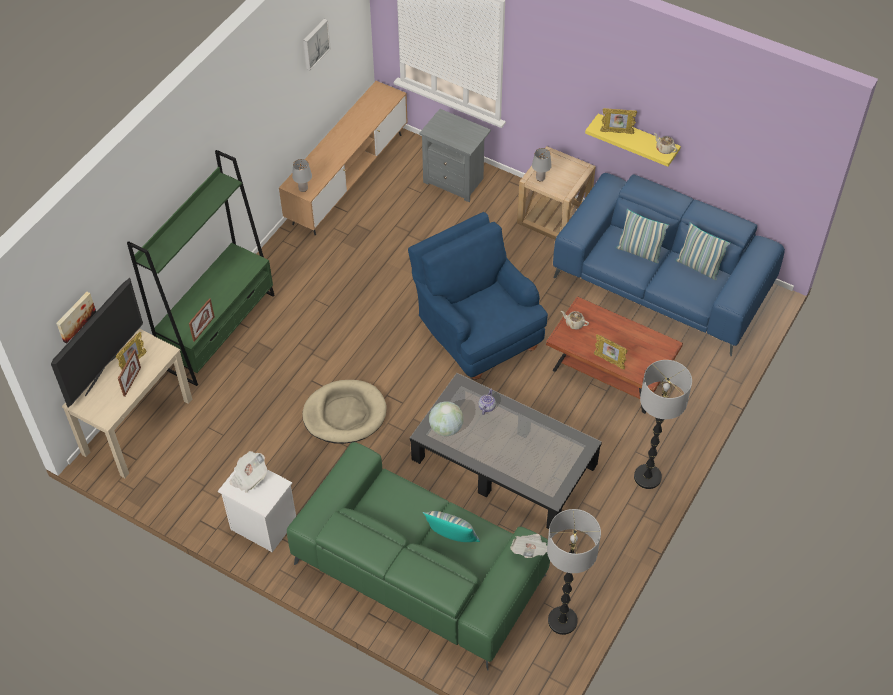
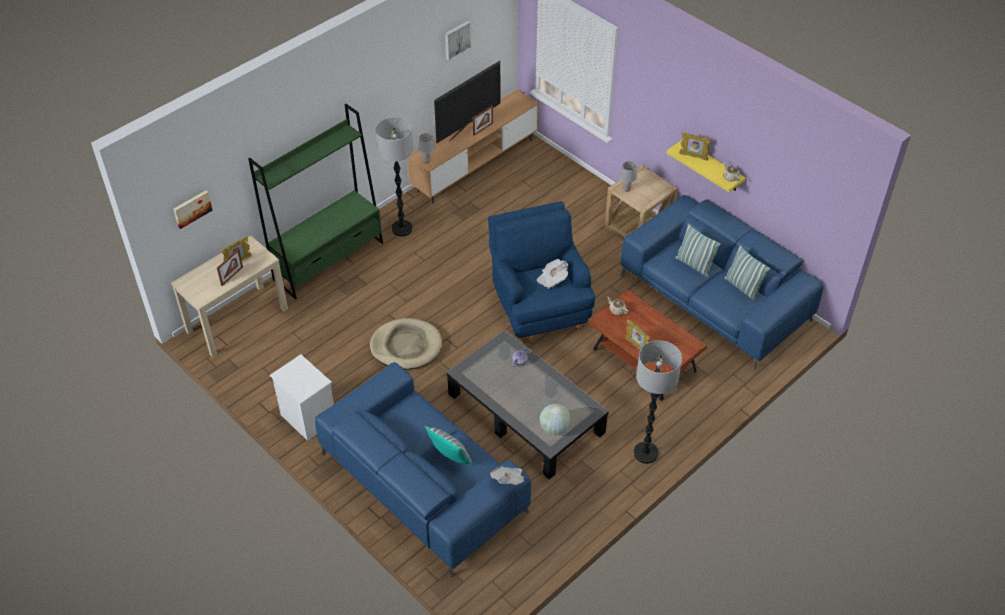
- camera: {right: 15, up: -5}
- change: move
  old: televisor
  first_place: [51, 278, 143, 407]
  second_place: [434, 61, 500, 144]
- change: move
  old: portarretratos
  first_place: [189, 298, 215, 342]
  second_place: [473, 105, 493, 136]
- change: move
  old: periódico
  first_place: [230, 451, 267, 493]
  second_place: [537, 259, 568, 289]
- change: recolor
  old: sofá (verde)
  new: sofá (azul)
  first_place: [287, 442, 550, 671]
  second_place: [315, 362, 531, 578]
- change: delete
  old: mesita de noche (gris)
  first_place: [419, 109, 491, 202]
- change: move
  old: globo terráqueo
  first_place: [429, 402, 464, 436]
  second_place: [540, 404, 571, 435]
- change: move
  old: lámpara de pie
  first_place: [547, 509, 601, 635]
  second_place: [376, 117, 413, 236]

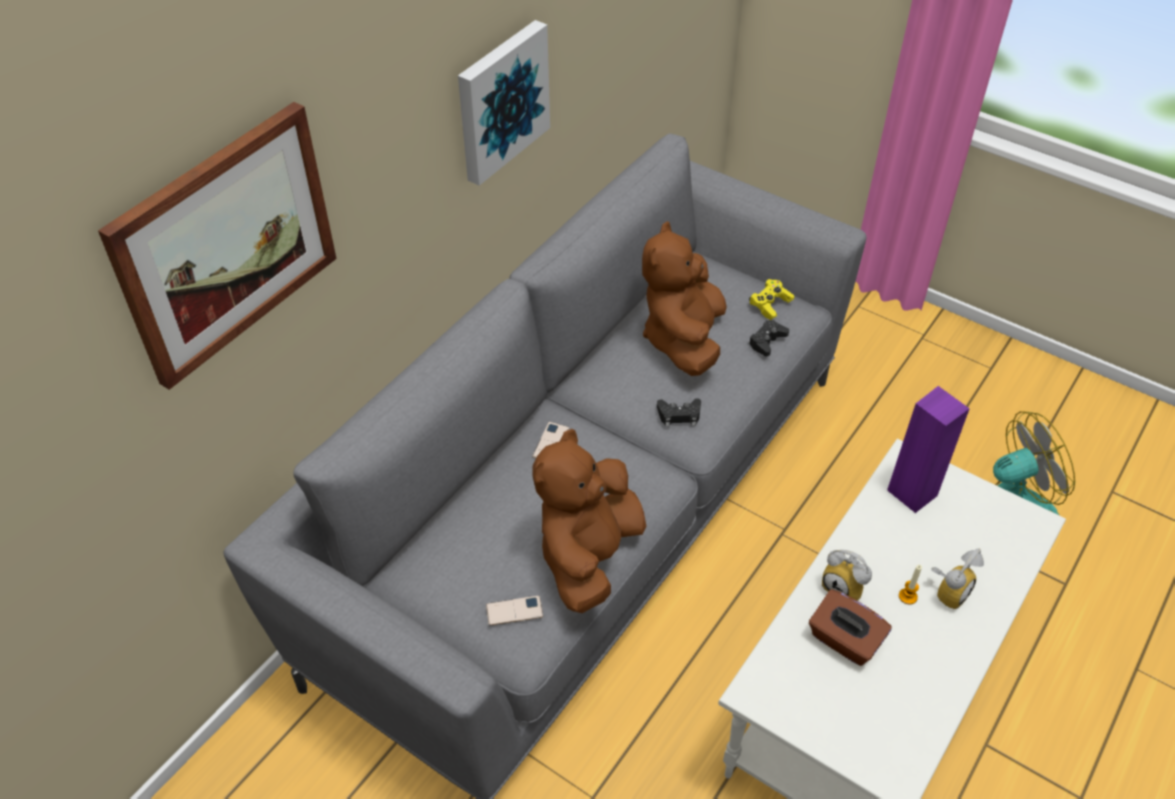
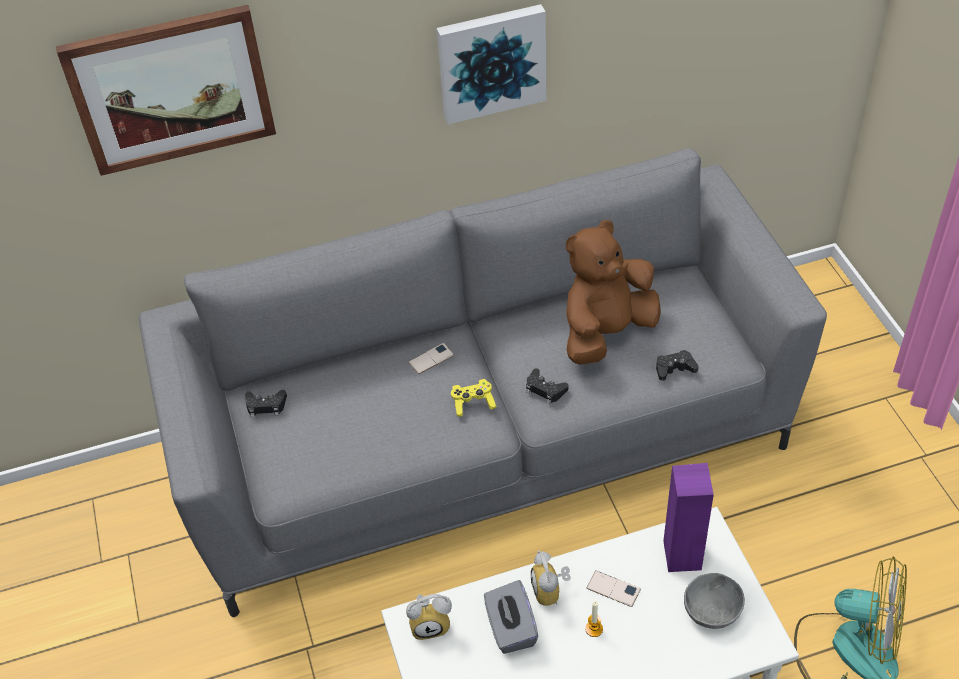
- camera: {right: 40, up: 0}
- change: move
  old: móvil
  first_place: [486, 596, 543, 626]
  second_place: [586, 570, 641, 607]
- change: delete
  old: peluche (marrón)
  first_place: [532, 429, 646, 613]
- change: move
  old: mando de consola (amarillo)
  first_place: [749, 279, 795, 320]
  second_place: [451, 379, 496, 417]
- change: recolor
  old: caja de pañuelos (marrón)
  new: caja de pañuelos (gris)
  first_place: [809, 589, 892, 666]
  second_place: [484, 580, 538, 654]
- change: move
  old: despertador
  first_place: [931, 548, 984, 610]
  second_place: [406, 594, 452, 640]
- change: insert
  new: mando de consola (negro)
  second_place: [245, 390, 287, 417]
- change: insert
  new: cuenco (gris)
  second_place: [684, 573, 745, 629]

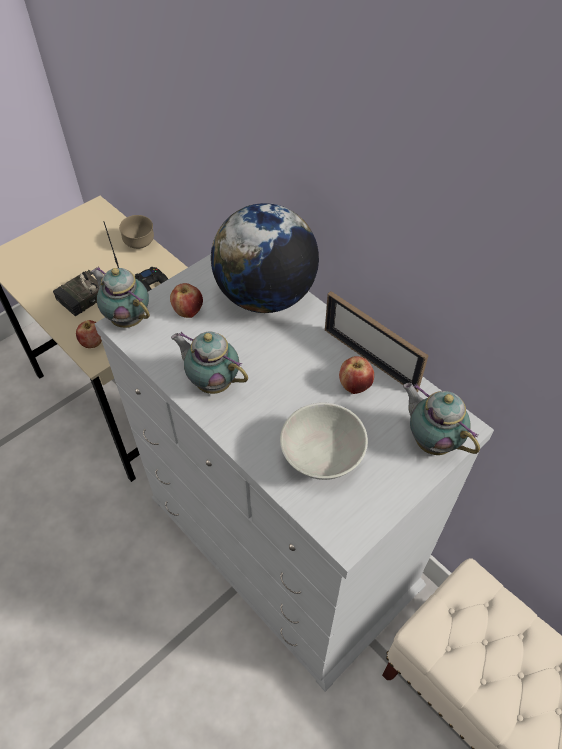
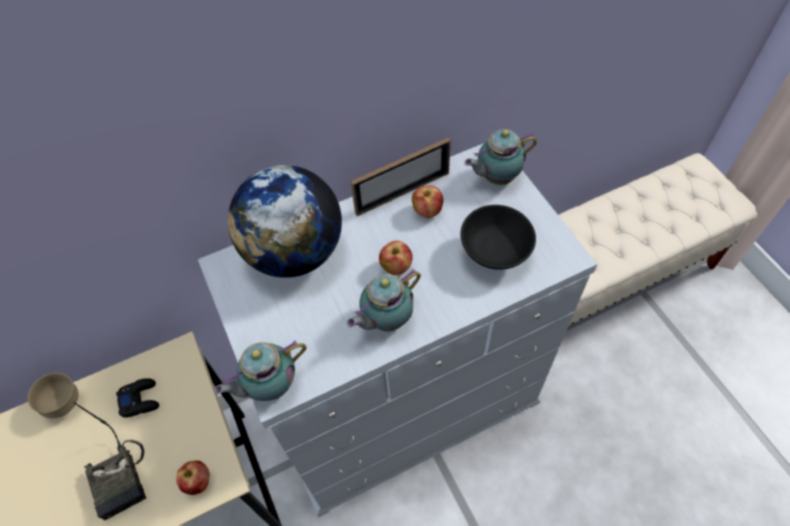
- camera: {right: -70, up: 5}
- change: move
  old: manzana
  first_place: [170, 283, 203, 318]
  second_place: [379, 241, 413, 275]
- change: recolor
  old: cuenco (blanco)
  new: cuenco (negro)
  first_place: [280, 402, 368, 480]
  second_place: [460, 205, 536, 270]

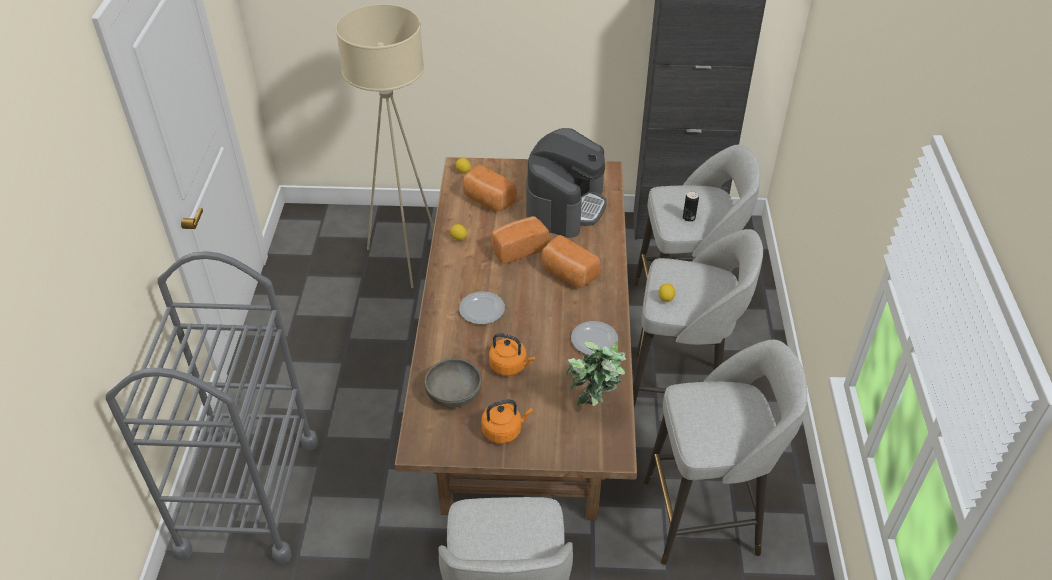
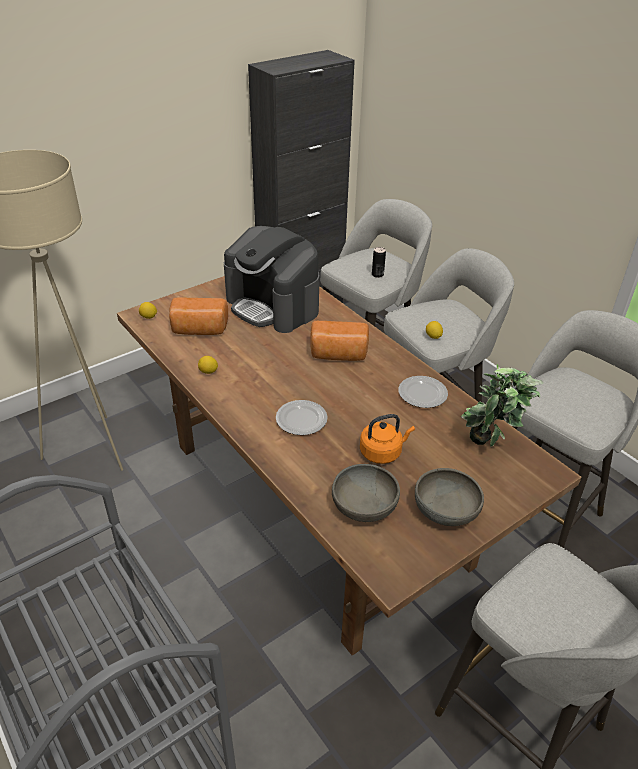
- camera: {right: -40, up: -5}
- change: replace
  old: hervidor (naranja)
  new: cuenco (gris)
  first_place: [481, 399, 533, 444]
  second_place: [415, 468, 484, 526]
- change: delete
  old: pan
  first_place: [491, 216, 550, 264]
- change: rotate
  old: cafetera
  first_place: [526, 128, 607, 238]
  second_place: [224, 226, 320, 333]
  degrees: 150

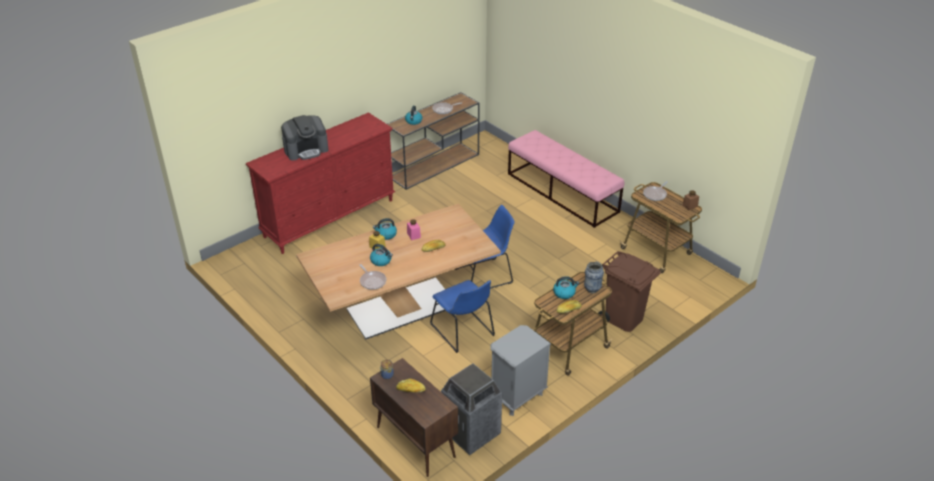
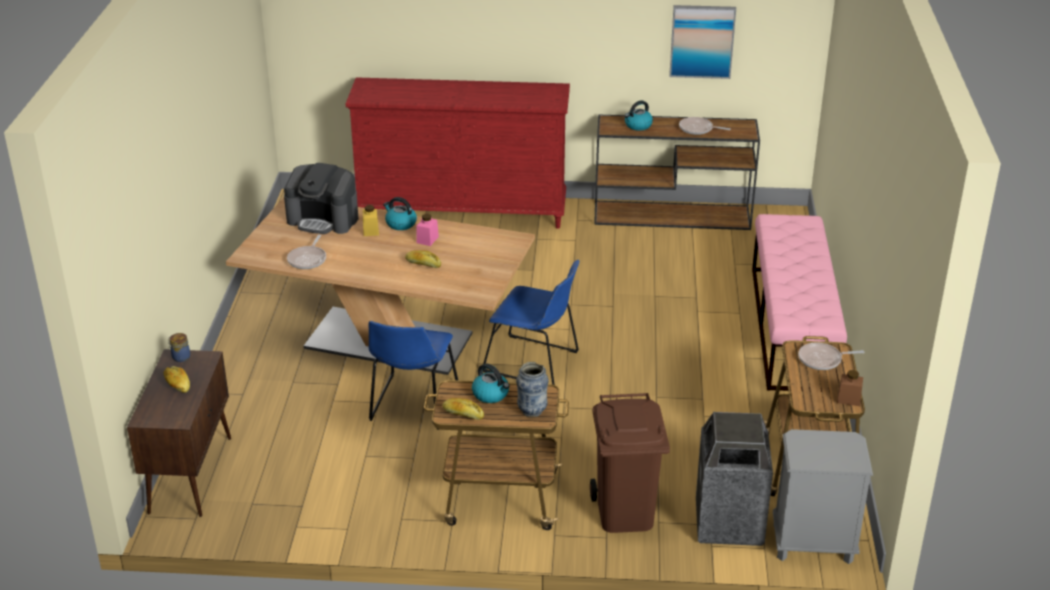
- camera: {right: 45, up: -5}
- change: move
  old: cafetera
  first_place: [281, 115, 328, 161]
  second_place: [284, 163, 359, 234]
- change: delete
  old: hervidor
  first_place: [370, 244, 393, 266]
- change: move
  old: papelera
  first_place: [441, 363, 502, 455]
  second_place: [696, 412, 773, 546]
- change: move
  old: mesita de noche (gris)
  first_place: [490, 325, 551, 416]
  second_place: [773, 429, 873, 564]
- change: insert
  new: cuadro
  second_place: [669, 5, 736, 79]

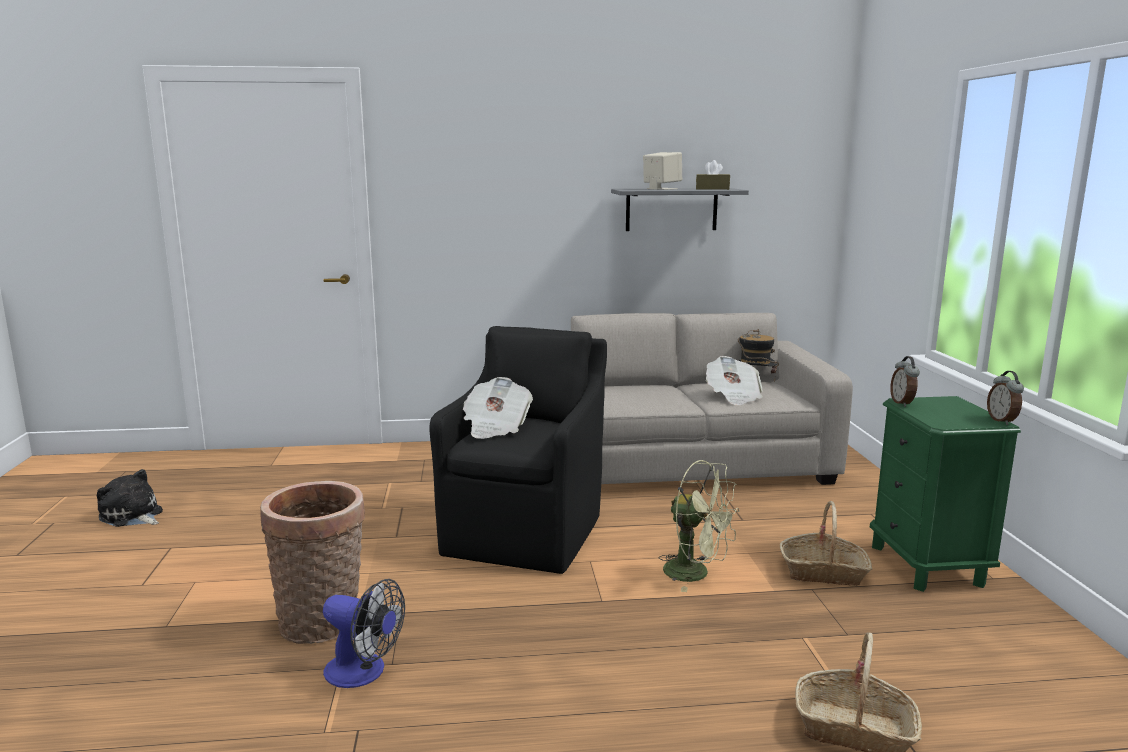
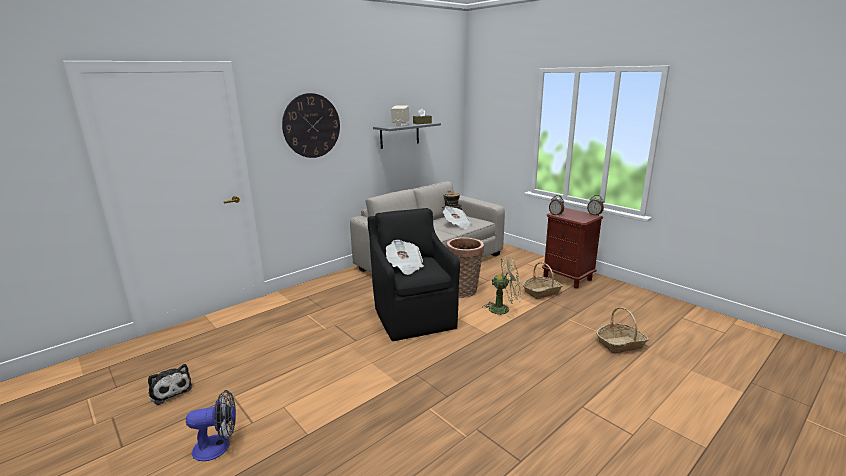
- camera: {right: -35, up: 5}
- change: rotate
  old: peluche
  first_place: [97, 469, 163, 527]
  second_place: [148, 364, 192, 405]
  degrees: -135
- change: move
  old: cesta
  first_place: [260, 481, 365, 644]
  second_place: [446, 237, 484, 298]
- change: move
  old: ventilador
  first_place: [323, 579, 405, 688]
  second_place: [186, 390, 236, 461]
- change: recolor
  old: mesita de noche (verde)
  new: mesita de noche (marrón)
  first_place: [870, 396, 1021, 592]
  second_place: [542, 208, 603, 288]
- change: insert
  new: reloj de pared
  second_place: [282, 93, 340, 158]

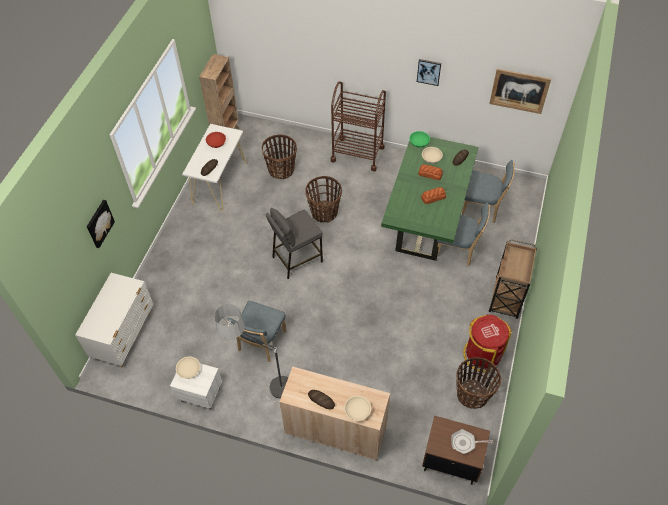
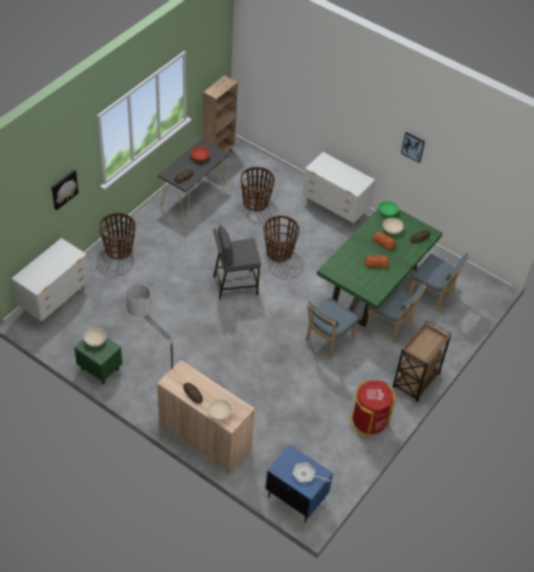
- camera: {right: 15, up: -5}
- change: recolor
  old: mesita de noche (blanco)
  new: mesita de noche (verde)
  first_place: [170, 363, 222, 410]
  second_place: [74, 337, 122, 384]
- change: recolor
  old: mesa consola (blanco)
  new: mesa consola (negro)
  first_place: [182, 124, 247, 211]
  second_place: [158, 139, 229, 222]
- change: move
  old: silla (azul)
  first_place: [227, 301, 286, 362]
  second_place: [306, 298, 359, 359]
- change: replace
  old: carrito (marrón)
  new: cómoda (blanco)
  first_place: [331, 82, 386, 171]
  second_place: [302, 152, 375, 228]
- change: recolor
  old: mesita de noche (marrón)
  new: mesita de noche (azul)
  first_place: [422, 415, 490, 485]
  second_place: [265, 444, 333, 523]
- change: move
  old: cesta
  first_place: [456, 357, 501, 409]
  second_place: [99, 213, 136, 260]
- change: delete
  old: cuadro
  first_place: [489, 69, 551, 114]

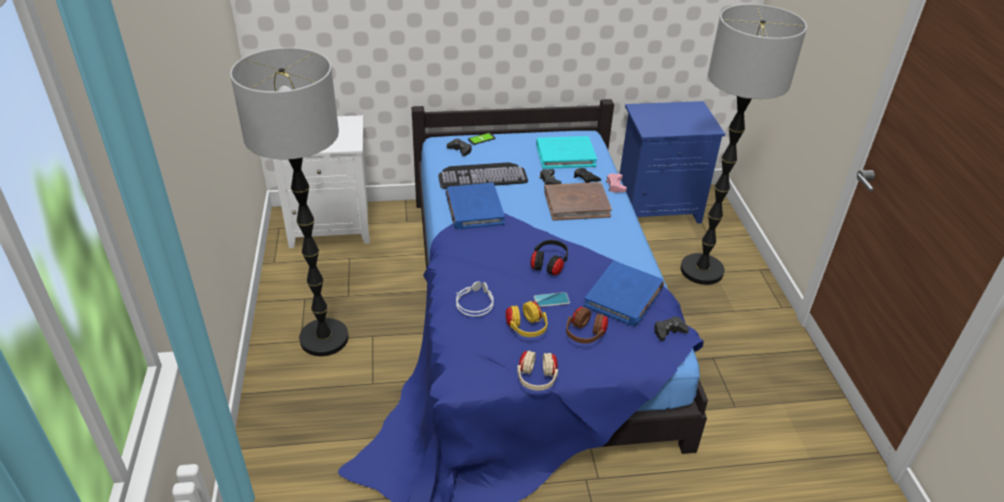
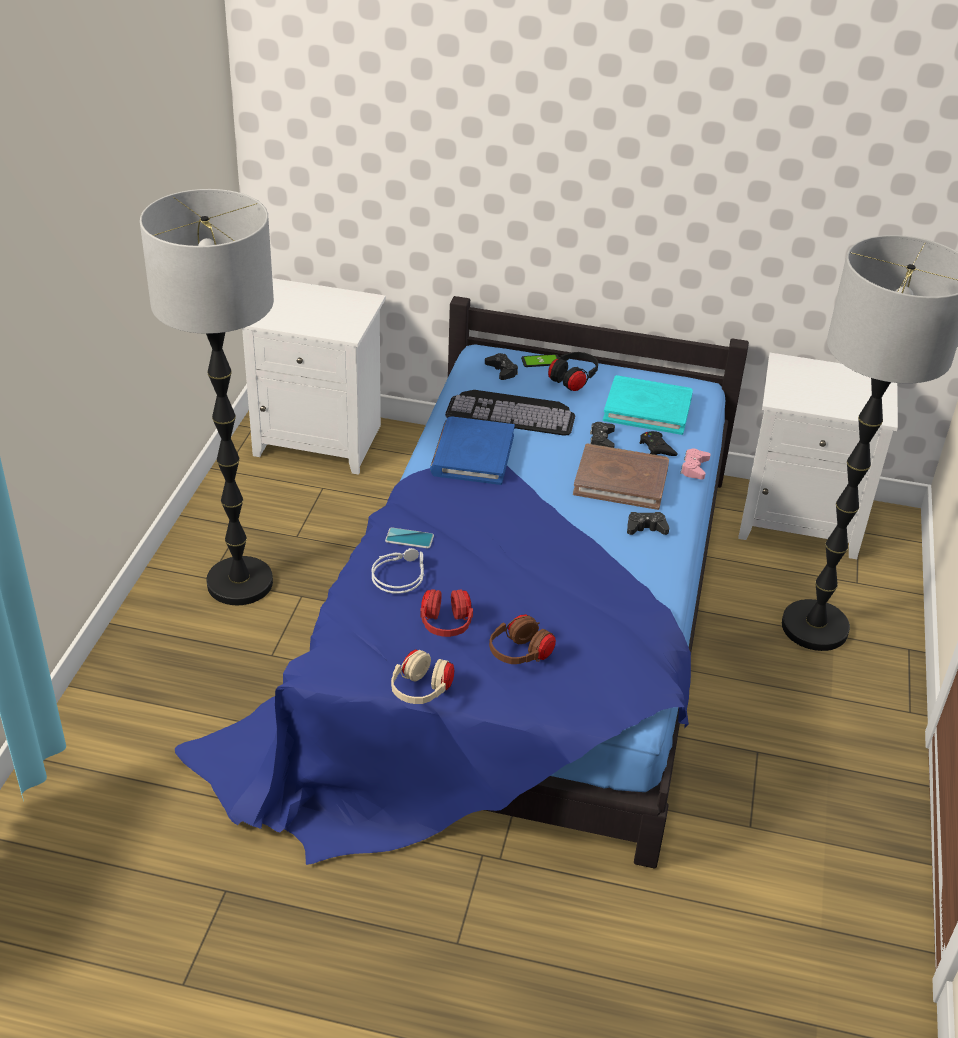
- camera: {right: 20, up: 0}
- change: recolor
  old: auriculares (amarillo)
  new: auriculares (rojo)
  first_place: [506, 301, 548, 337]
  second_place: [420, 589, 473, 637]
- change: move
  old: auriculares (negro)
  first_place: [531, 240, 568, 275]
  second_place: [548, 352, 599, 391]
- change: move
  old: móvil
  first_place: [534, 292, 570, 307]
  second_place: [385, 528, 434, 549]
- change: delete
  old: libro (azul)
  first_place: [584, 261, 664, 326]
- change: recolor
  old: mesita de noche (azul)
  new: mesita de noche (blanco)
  first_place: [620, 101, 725, 223]
  second_place: [738, 353, 898, 559]
- change: move
  old: mando de consola (negro)
  first_place: [654, 316, 689, 341]
  second_place: [627, 512, 669, 535]

